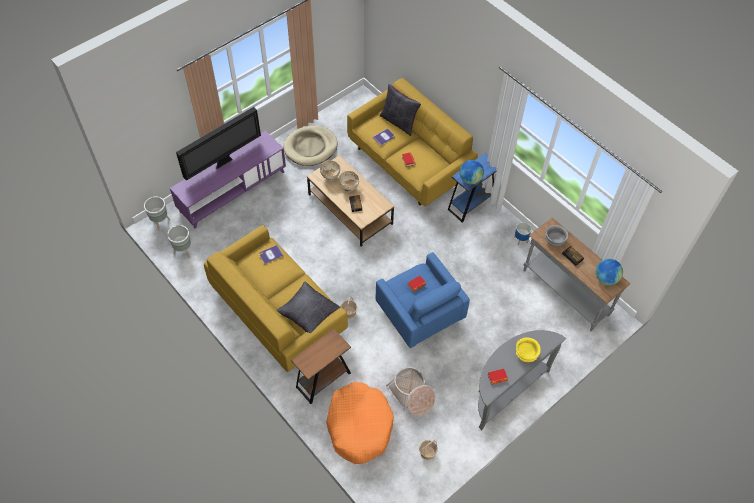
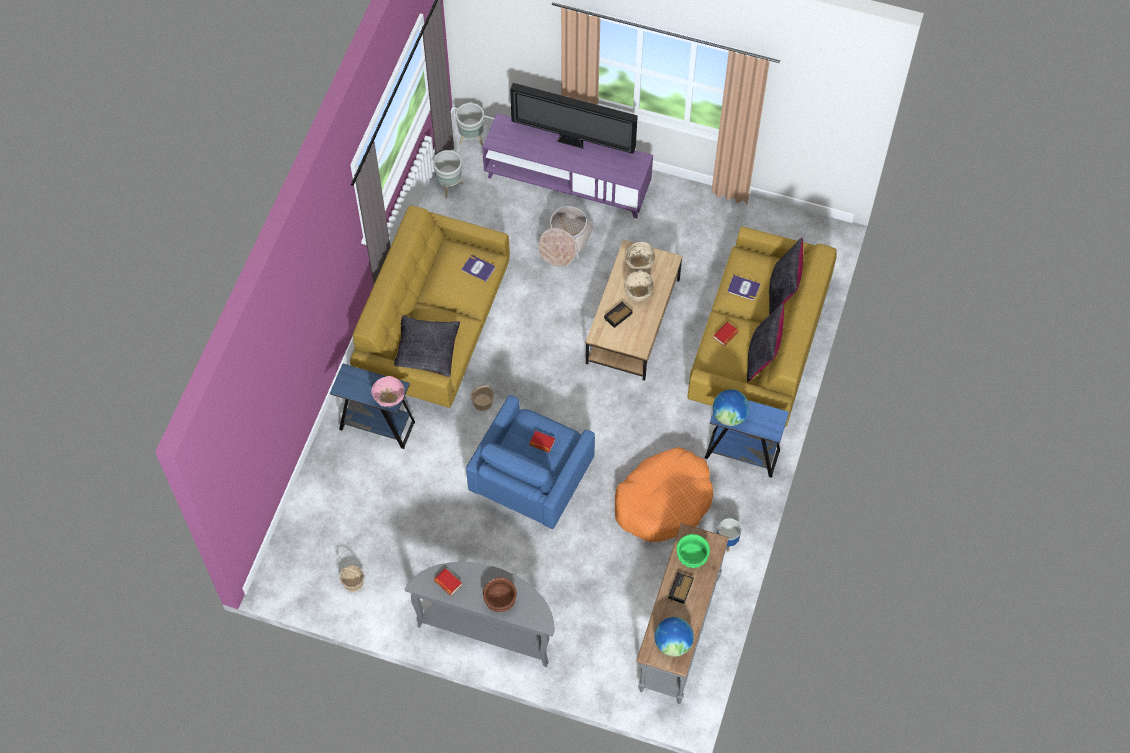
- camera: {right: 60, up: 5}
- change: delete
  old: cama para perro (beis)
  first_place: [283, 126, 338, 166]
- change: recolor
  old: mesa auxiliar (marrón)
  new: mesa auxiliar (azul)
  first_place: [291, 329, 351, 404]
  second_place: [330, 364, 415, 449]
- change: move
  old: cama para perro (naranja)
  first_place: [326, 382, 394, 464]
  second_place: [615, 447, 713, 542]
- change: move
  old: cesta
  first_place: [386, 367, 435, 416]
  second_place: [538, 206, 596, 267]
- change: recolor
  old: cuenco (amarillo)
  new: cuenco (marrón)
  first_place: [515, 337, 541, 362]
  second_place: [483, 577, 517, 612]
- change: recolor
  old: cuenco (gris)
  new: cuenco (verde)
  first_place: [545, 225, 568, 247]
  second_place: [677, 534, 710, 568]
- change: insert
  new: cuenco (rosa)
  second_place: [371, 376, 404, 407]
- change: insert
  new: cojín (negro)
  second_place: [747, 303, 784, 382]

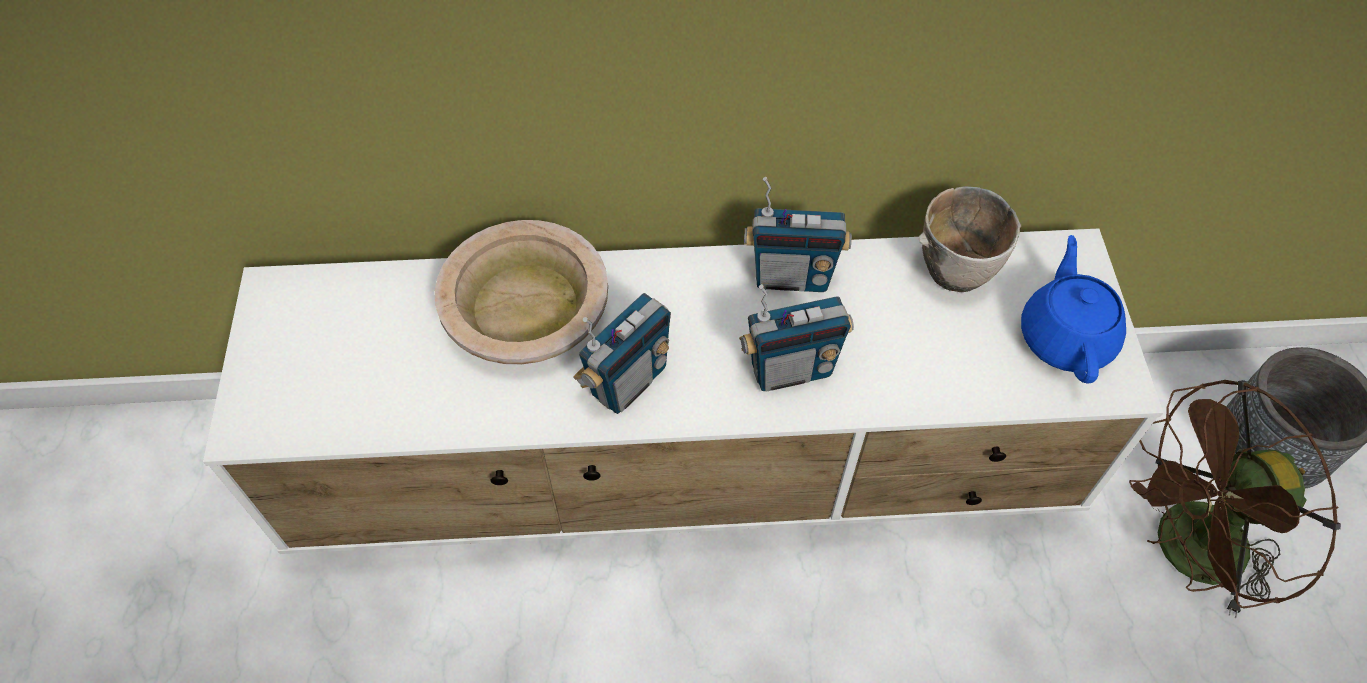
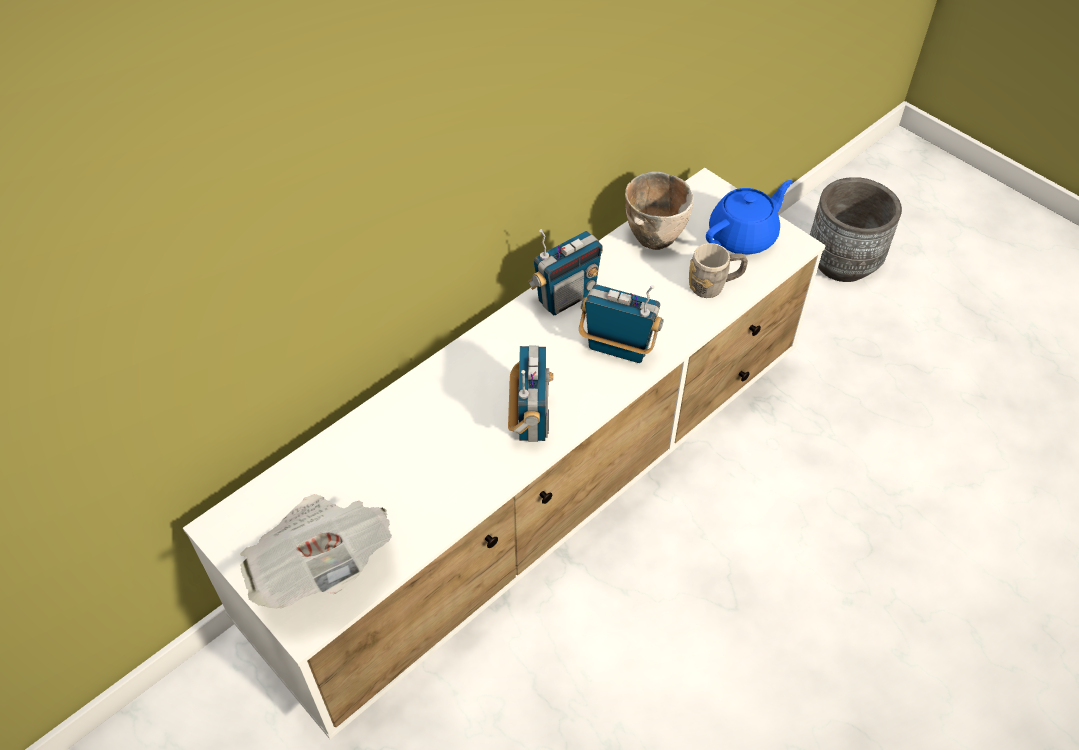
- camera: {right: -40, up: -5}
- change: delete
  old: cuenco (beis)
  first_place: [434, 220, 608, 364]
- change: rotate
  old: radio
  first_place: [739, 284, 854, 391]
  second_place: [579, 284, 664, 363]
  degrees: -105
- change: rotate
  old: tetera (azul)
  first_place: [1021, 235, 1126, 384]
  second_place: [706, 180, 793, 255]
  degrees: 90
- change: delete
  old: ventilador (marrón)
  first_place: [1129, 380, 1341, 618]
- change: insert
  new: periódico
  second_place: [240, 494, 392, 609]
- change: insert
  new: taza grande (gris)
  second_place: [689, 243, 748, 298]

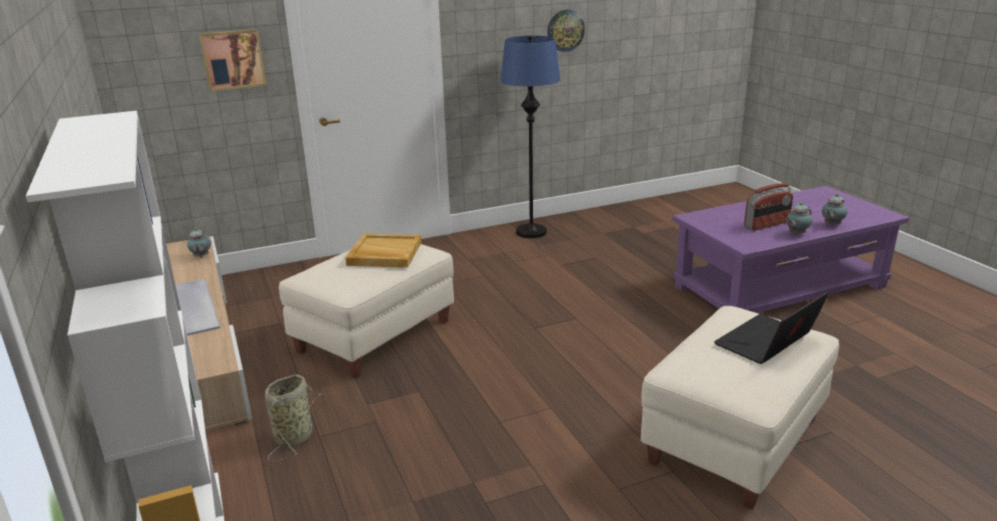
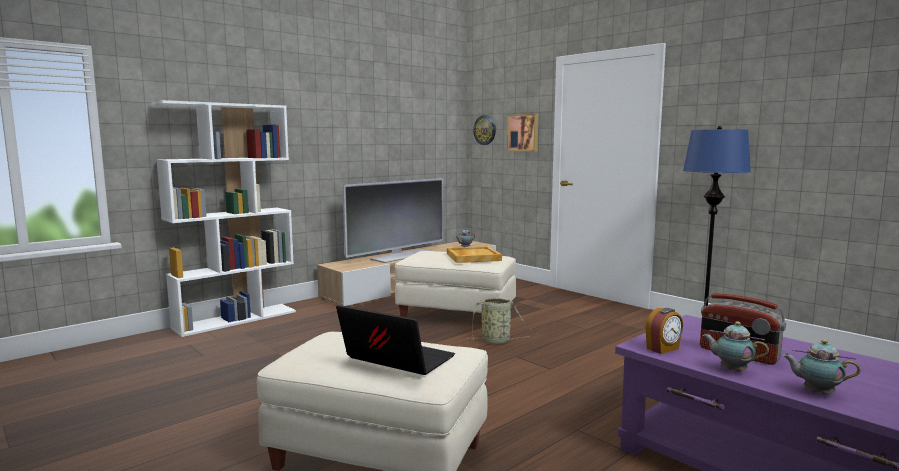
- camera: {right: 70, up: -15}
- change: move
  old: cesta
  first_place: [265, 375, 323, 461]
  second_place: [467, 298, 538, 344]
- change: move
  old: reloj de pared
  first_place: [547, 10, 585, 52]
  second_place: [473, 115, 496, 145]
- change: insert
  new: despertador
  second_place: [645, 308, 683, 354]

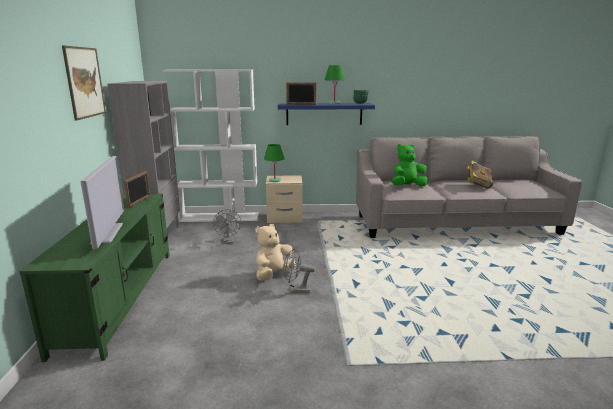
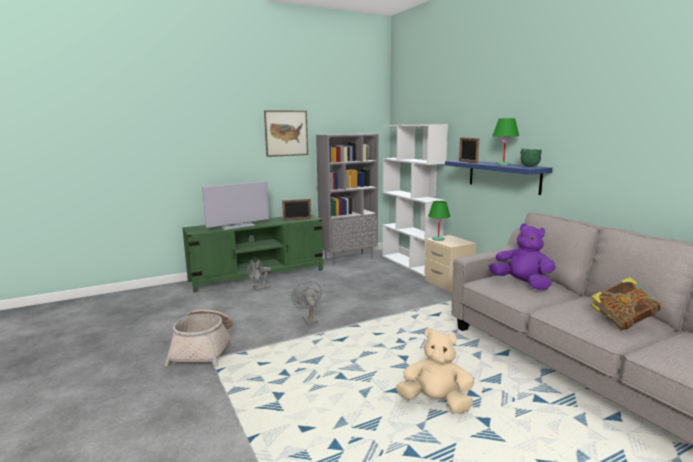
- camera: {right: 65, up: -5}
- change: move
  old: ventilador (gris)
  first_place: [213, 209, 241, 244]
  second_place: [247, 257, 271, 291]
- change: move
  old: peluche (beis)
  first_place: [255, 224, 296, 281]
  second_place: [396, 328, 474, 414]
- change: recolor
  old: peluche (verde)
  new: peluche (morado)
  first_place: [392, 144, 428, 186]
  second_place: [489, 224, 555, 290]
- change: insert
  new: cesta
  second_place: [165, 309, 233, 367]

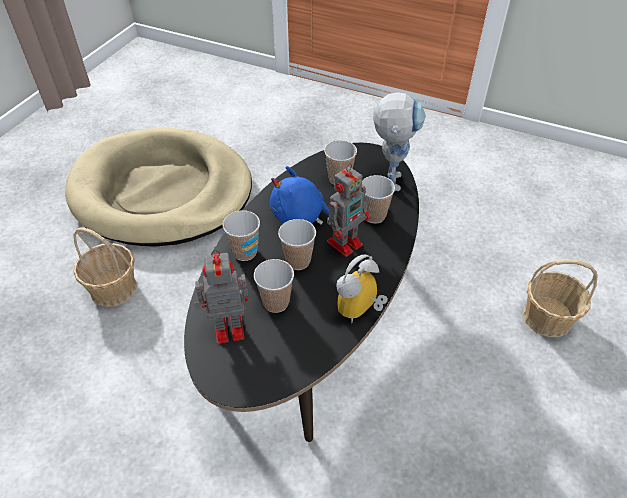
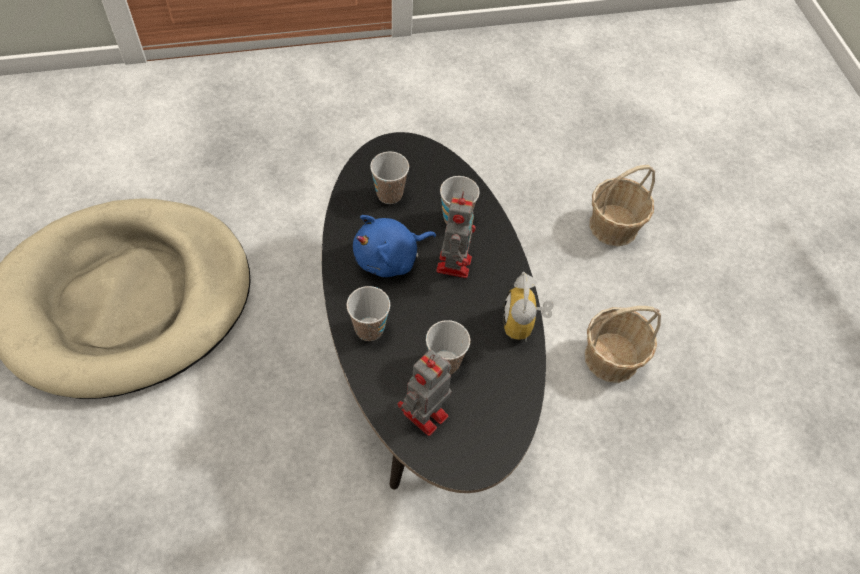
- camera: {right: -40, up: 10}
- change: move
  old: cesta
  first_place: [73, 228, 137, 307]
  second_place: [585, 306, 661, 383]
- change: delete
  old: taza
  first_place: [278, 219, 316, 270]
- change: delete
  old: robot de juguete
  first_place: [373, 93, 426, 191]

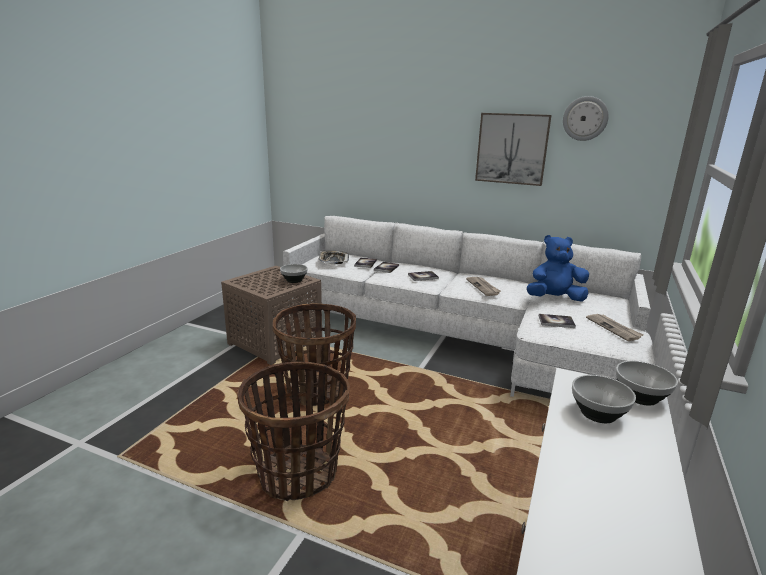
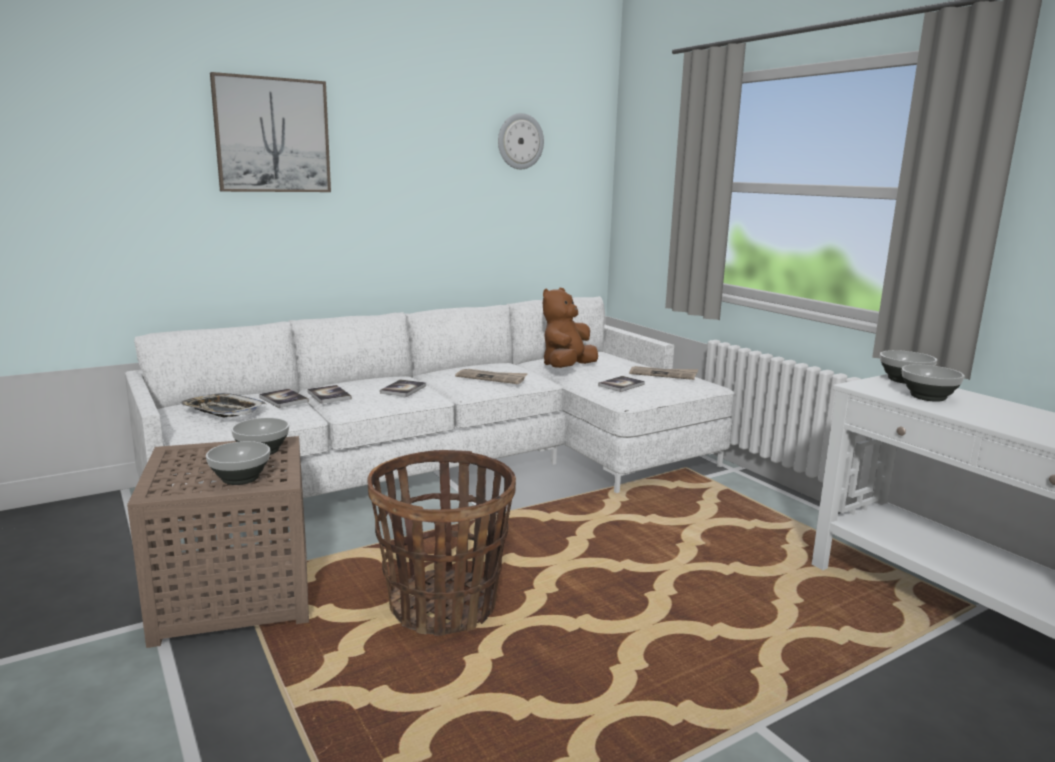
- camera: {right: -55, up: -5}
- change: delete
  old: cesta
  first_place: [237, 362, 350, 501]
- change: move
  old: cuadro
  first_place: [475, 113, 552, 186]
  second_place: [210, 72, 331, 192]
- change: recolor
  old: peluche (azul)
  new: peluche (marrón)
  first_place: [527, 235, 589, 302]
  second_place: [543, 288, 598, 368]
- change: insert
  new: cuenco
  second_place: [206, 441, 270, 485]

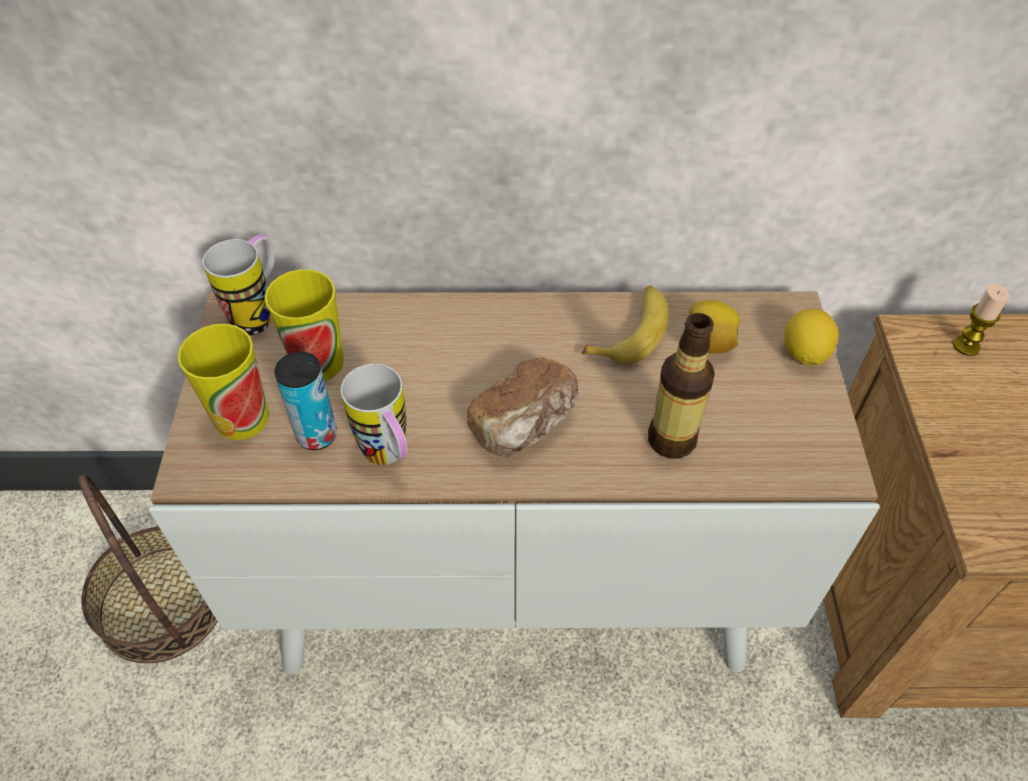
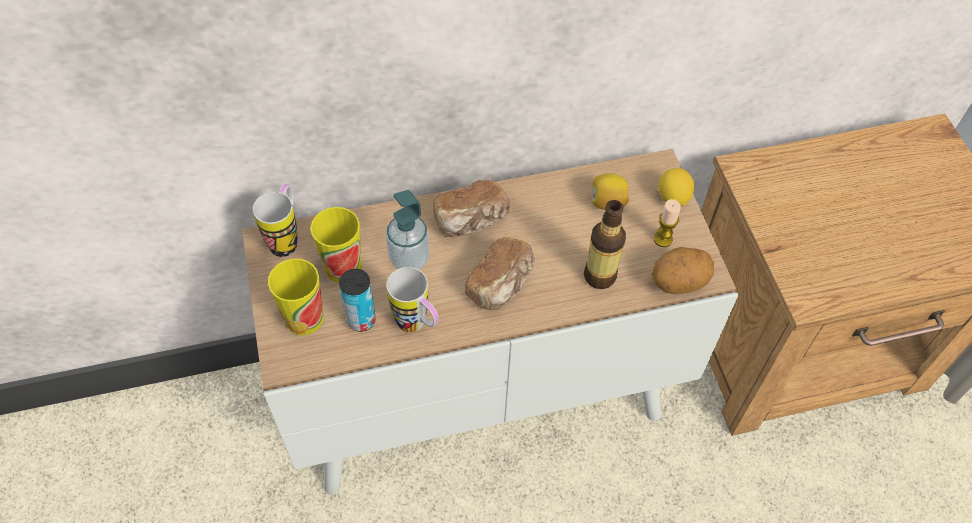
- camera: {right: -15, up: 5}
- change: delete
  old: cesta
  first_place: [78, 474, 217, 663]
- change: delete
  old: plátano
  first_place: [582, 285, 669, 365]
- change: move
  old: vela
  first_place: [953, 284, 1009, 356]
  second_place: [654, 199, 681, 247]
- change: insert
  new: dispensador de jabón
  second_place: [386, 190, 429, 270]
- change: insert
  new: pan
  second_place: [433, 179, 510, 237]
- change: insert
  new: patata
  second_place: [651, 247, 714, 294]

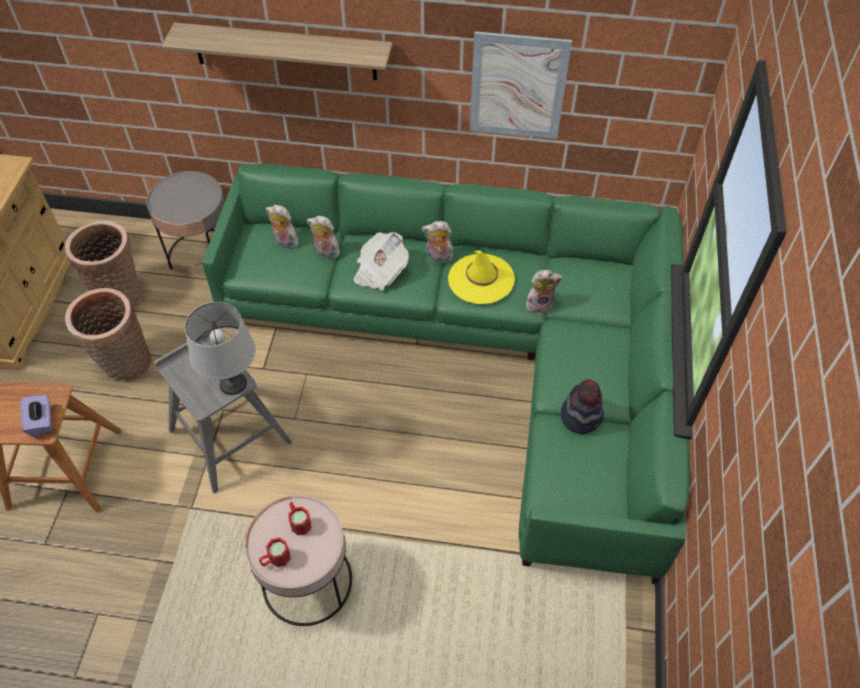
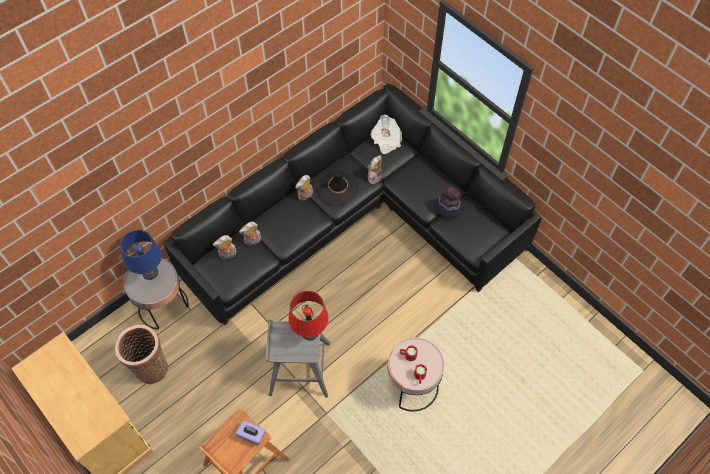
- camera: {right: -50, up: 5}
- change: delete
  old: cesta
  first_place: [65, 288, 151, 381]
- change: delete
  old: estante
  first_place: [162, 23, 392, 80]
- change: recolor
  old: lámpara de mesa (gris)
  new: lámpara de mesa (rojo)
  first_place: [185, 302, 256, 395]
  second_place: [288, 291, 329, 340]
- change: recolor
  old: sofá (verde)
  new: sofá (negro)
  first_place: [202, 164, 690, 584]
  second_place: [164, 84, 542, 325]
- change: move
  old: periódico
  first_place: [354, 232, 409, 291]
  second_place: [371, 115, 402, 154]
- change: recolor
  old: sombrero (amarillo)
  new: sombrero (negro)
  first_place: [448, 250, 515, 304]
  second_place: [317, 171, 359, 205]
- change: delete
  old: cuadro
  first_place: [470, 31, 572, 139]
- change: insert
  new: lámpara de mesa (azul)
  second_place: [120, 230, 162, 280]

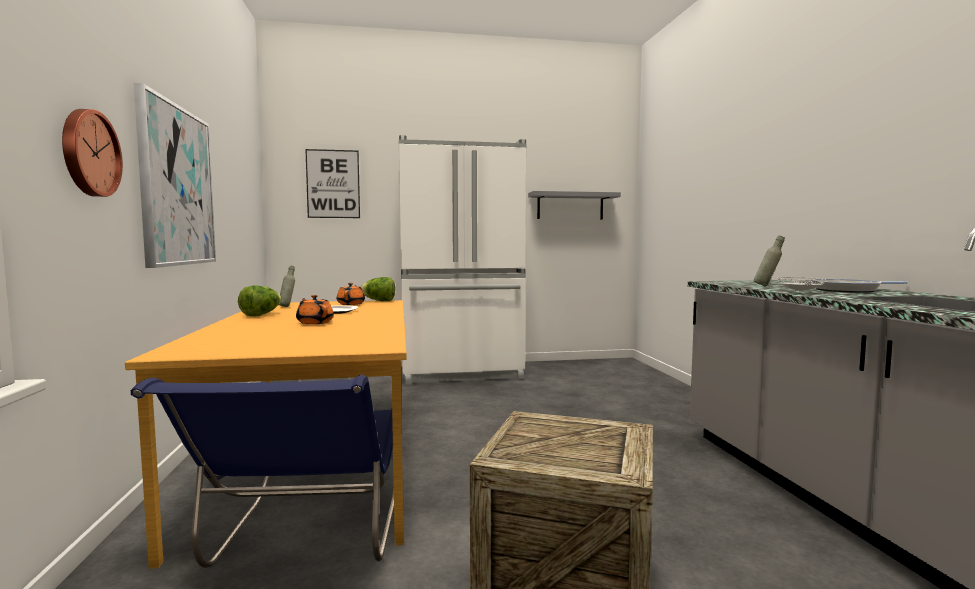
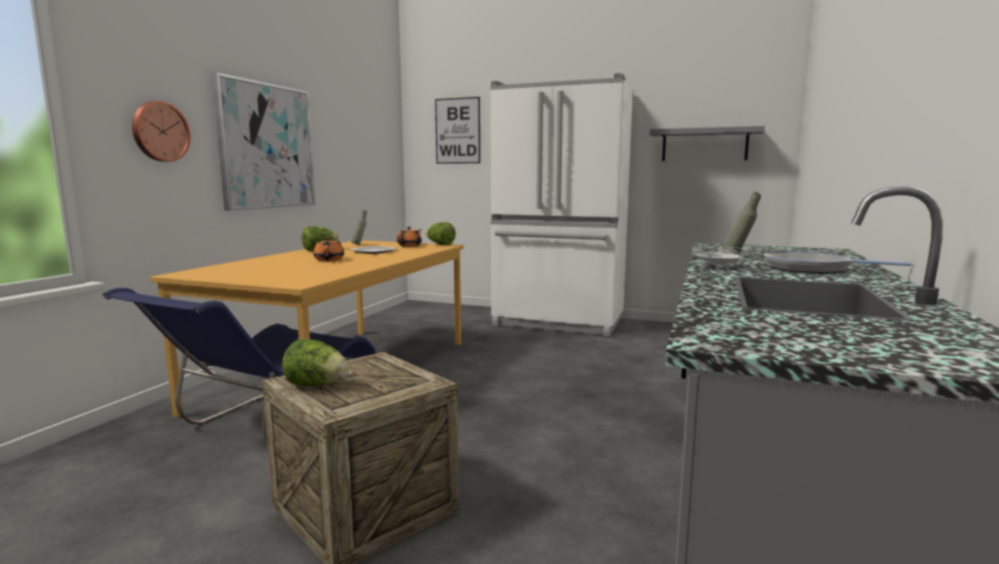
- camera: {right: 30, up: 5}
- change: insert
  new: lechuga
  second_place: [282, 339, 350, 386]

